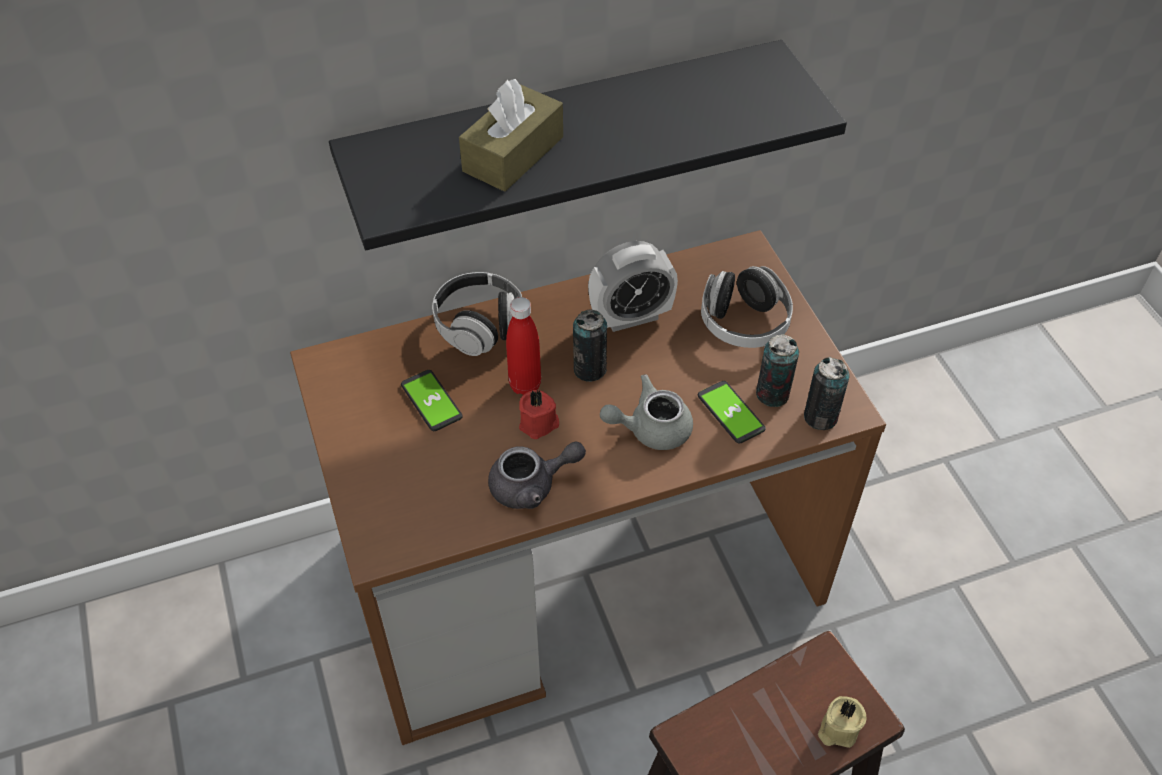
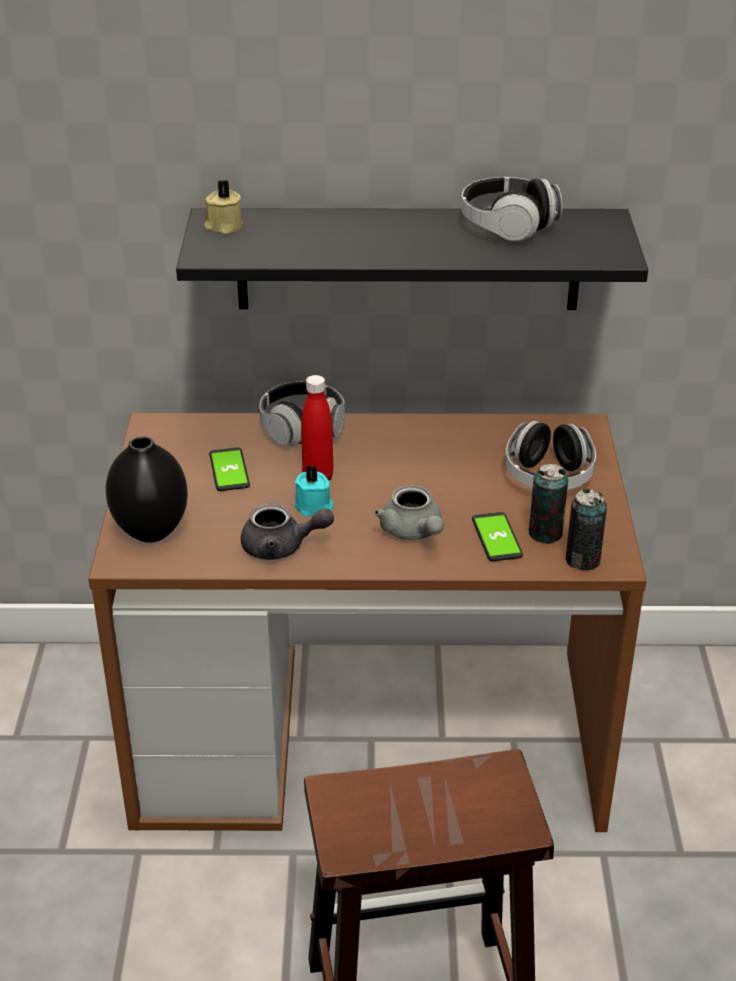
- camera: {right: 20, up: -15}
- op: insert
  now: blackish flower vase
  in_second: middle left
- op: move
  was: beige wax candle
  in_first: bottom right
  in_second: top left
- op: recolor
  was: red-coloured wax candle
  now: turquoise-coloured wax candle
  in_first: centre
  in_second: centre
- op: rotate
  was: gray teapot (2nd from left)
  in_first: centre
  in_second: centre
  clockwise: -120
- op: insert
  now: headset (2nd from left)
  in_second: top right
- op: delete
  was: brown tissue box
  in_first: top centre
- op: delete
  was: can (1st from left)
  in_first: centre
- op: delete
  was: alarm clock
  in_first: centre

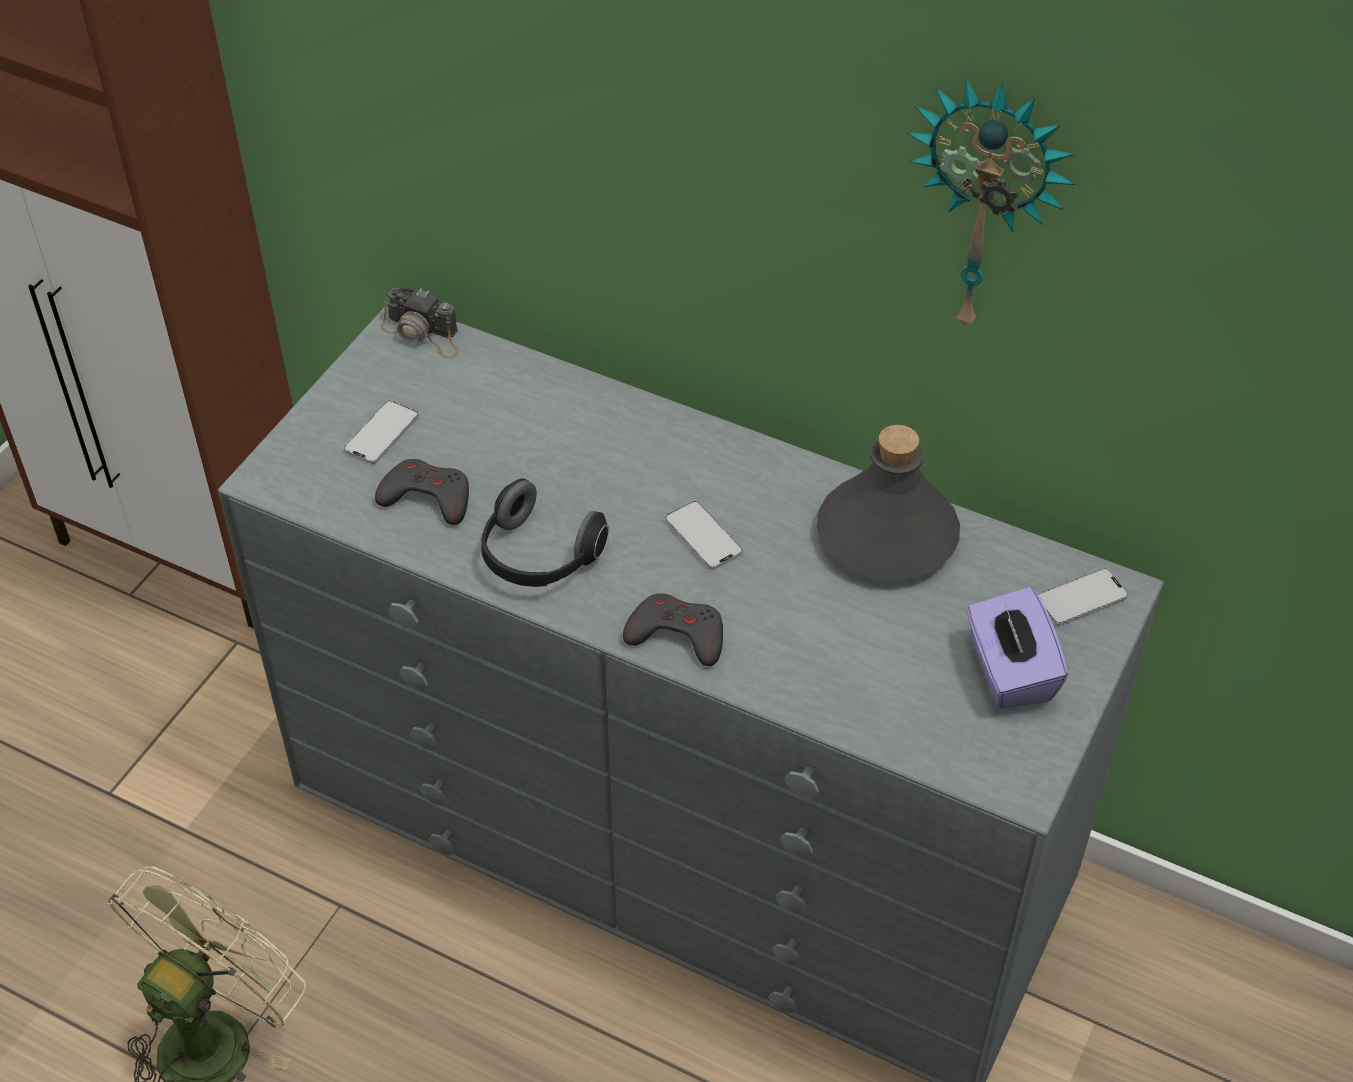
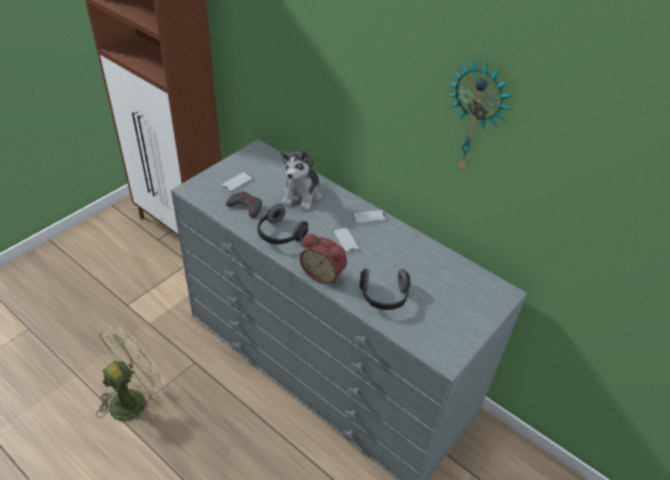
- camera: {right: 10, up: -5}
- op: insert
  now: plush toy
  in_second: centre
- op: replace
  was: gray game controller (2nd from left)
  now: alarm clock
  in_first: centre
  in_second: centre
- op: move
  was: phone (3rd from left)
  in_first: middle right
  in_second: centre
- op: insert
  now: headset (2nd from left)
  in_second: centre
- op: delete
  was: photo camera
  in_first: top left
- op: delete
  was: gray drink bottle
  in_first: centre
- op: delete
  was: purplish tissue box
  in_first: middle right

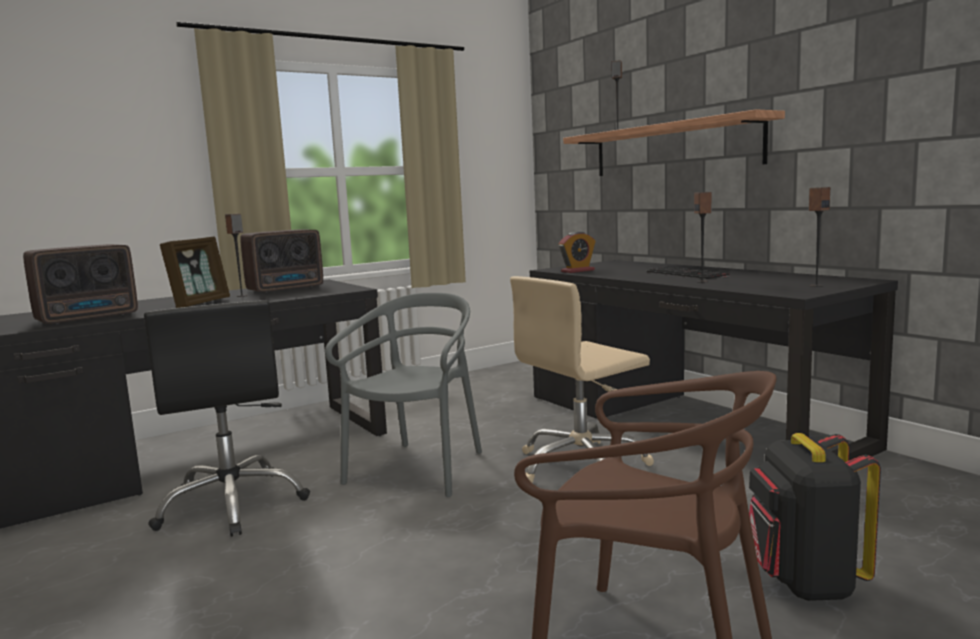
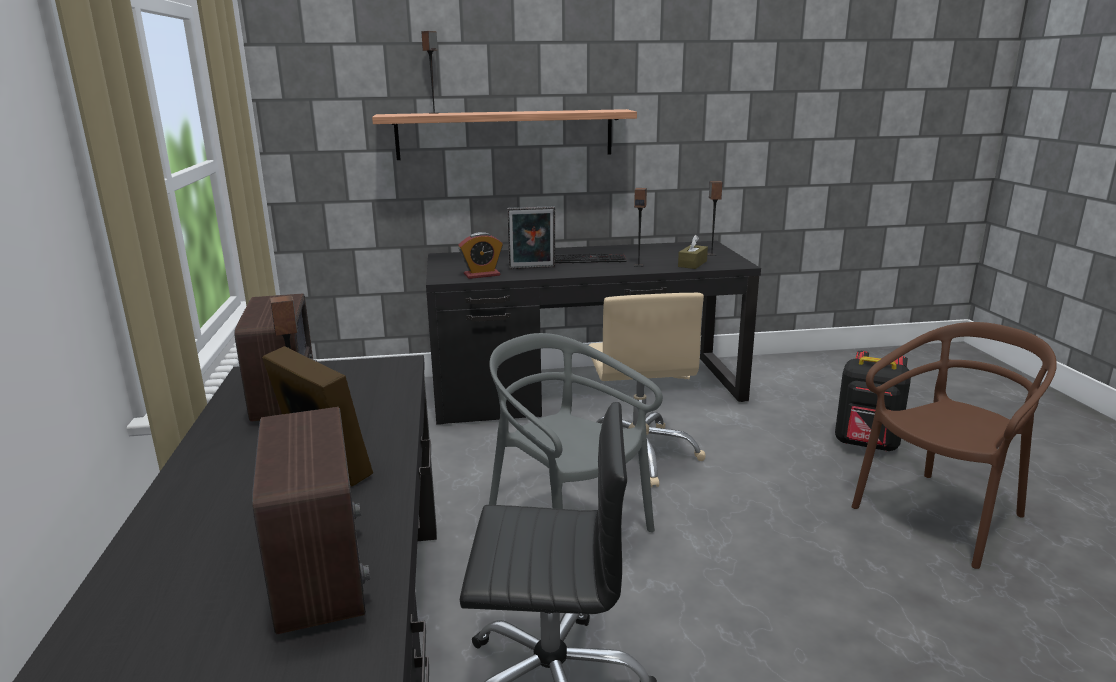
- camera: {right: -65, up: 10}
- op: rotate
  was: alarm clock
  in_first: centre
  in_second: centre
  clockwise: 75
- op: insert
  now: picture frame (2nd from left)
  in_second: centre
- op: insert
  now: brown tissue box
  in_second: centre

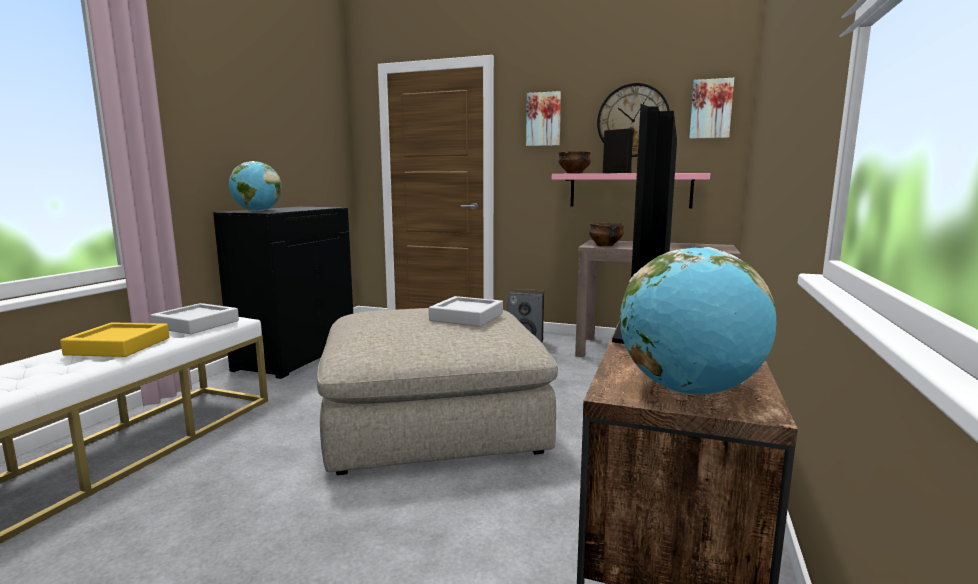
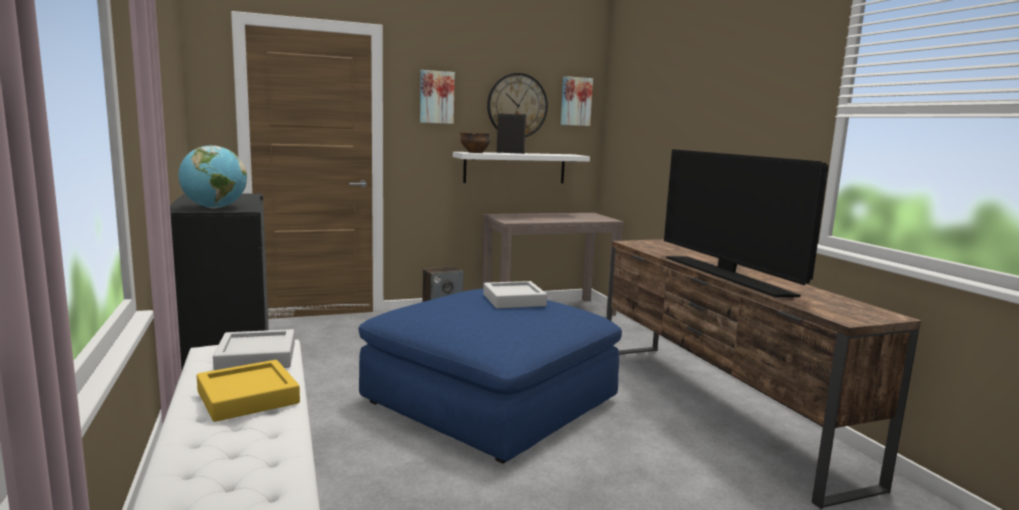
- camera: {right: -40, up: 0}
- op: recolor
  was: beige footrest
  now: blue footrest
  in_first: bottom centre
  in_second: bottom centre
- op: recolor
  was: pinkish bracket shelf
  now: white bracket shelf
  in_first: top centre
  in_second: top centre
- op: delete
  was: bowl (2nd from left)
  in_first: centre
- op: delete
  was: globe (2nd from left)
  in_first: middle right

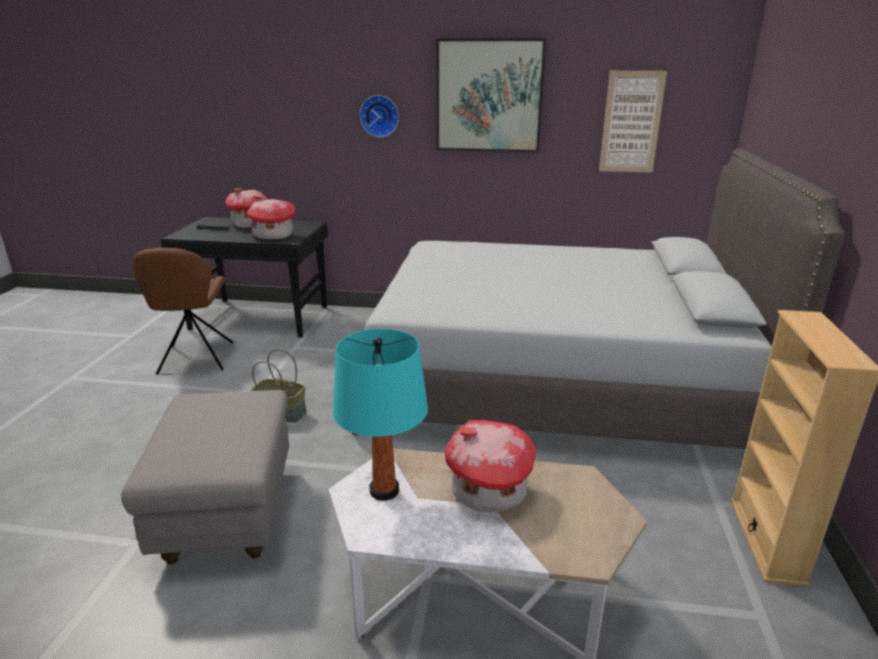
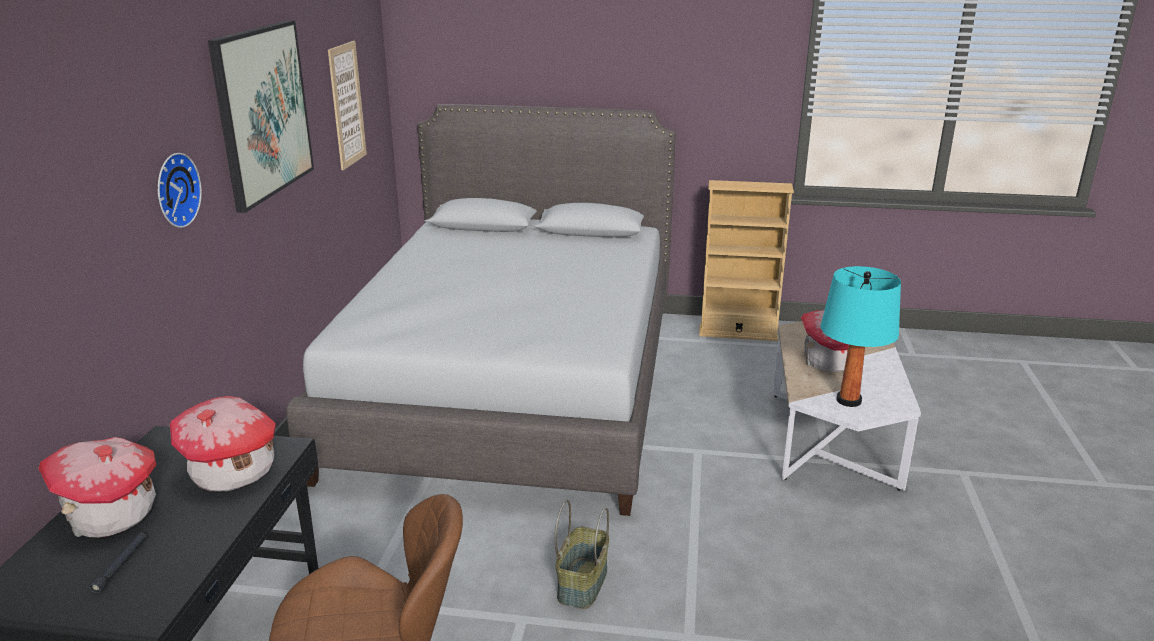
- camera: {right: -90, up: 0}
- op: delete
  was: gray footrest
  in_first: bottom left

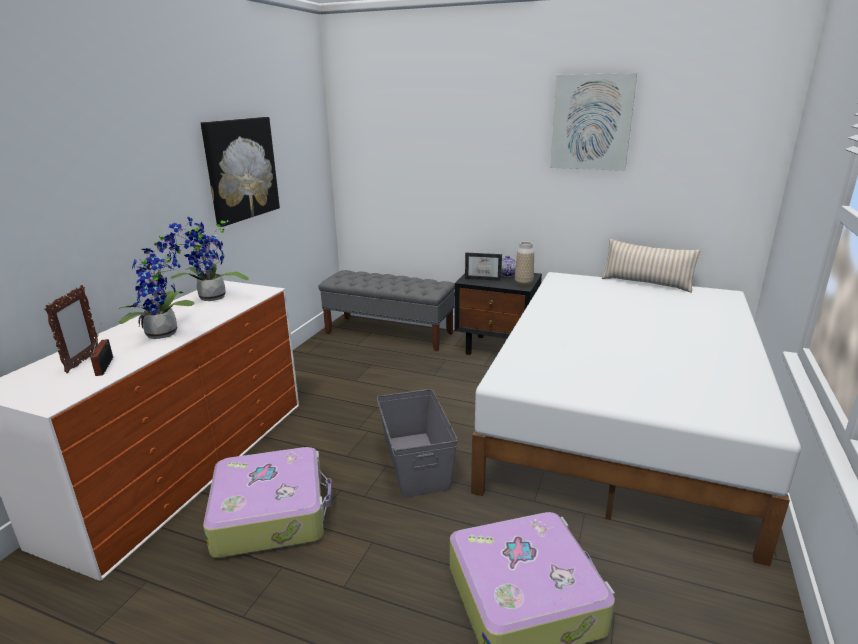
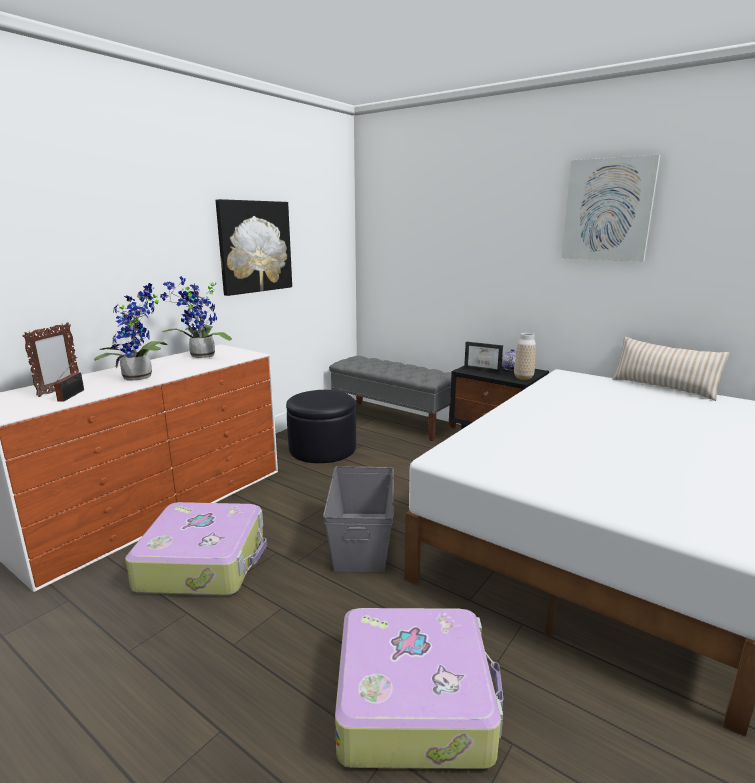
- camera: {right: 15, up: -5}
- op: insert
  now: blackish footrest
  in_second: centre

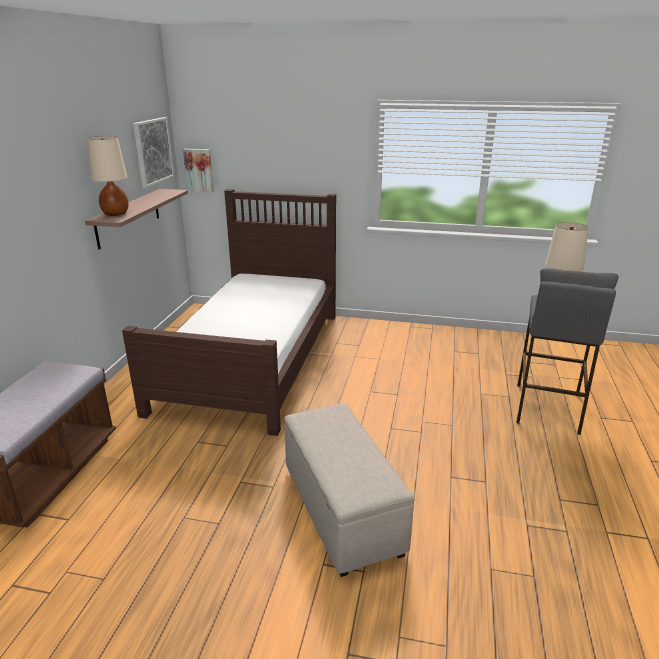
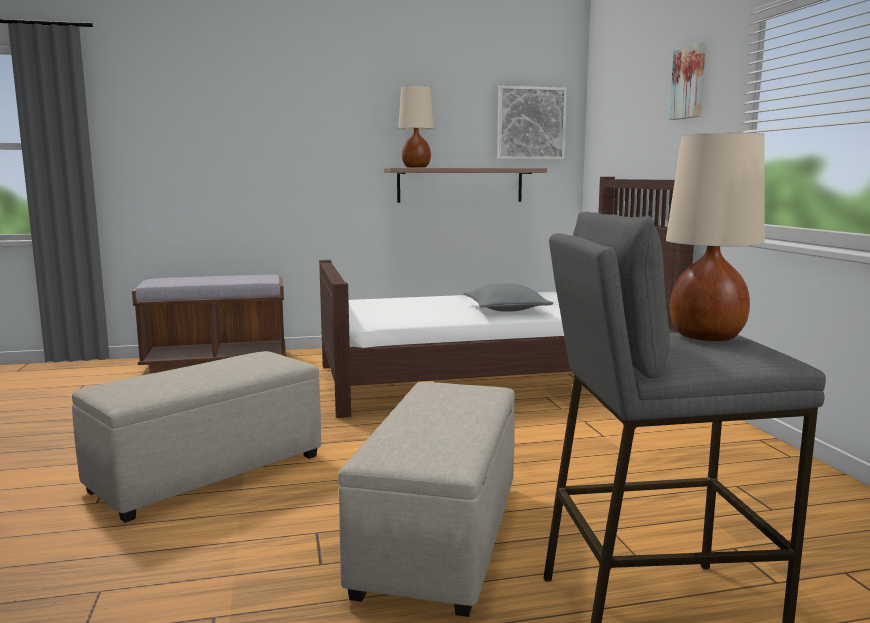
- camera: {right: 65, up: -15}
- op: insert
  now: beige footrest (2nd from left)
  in_second: bottom centre
- op: insert
  now: gray cushion
  in_second: centre
- op: move
  was: wall art (2nd from left)
  in_first: top left
  in_second: top right

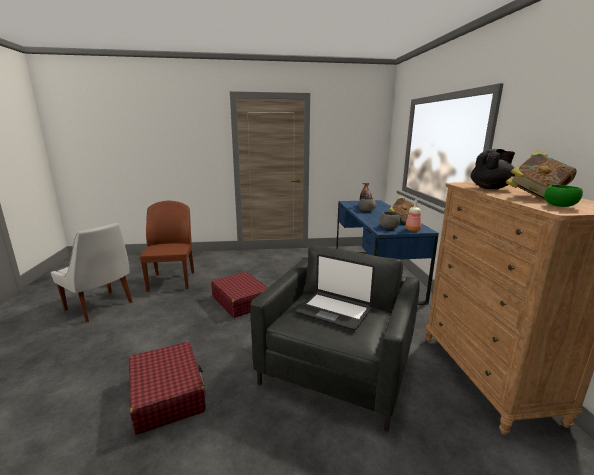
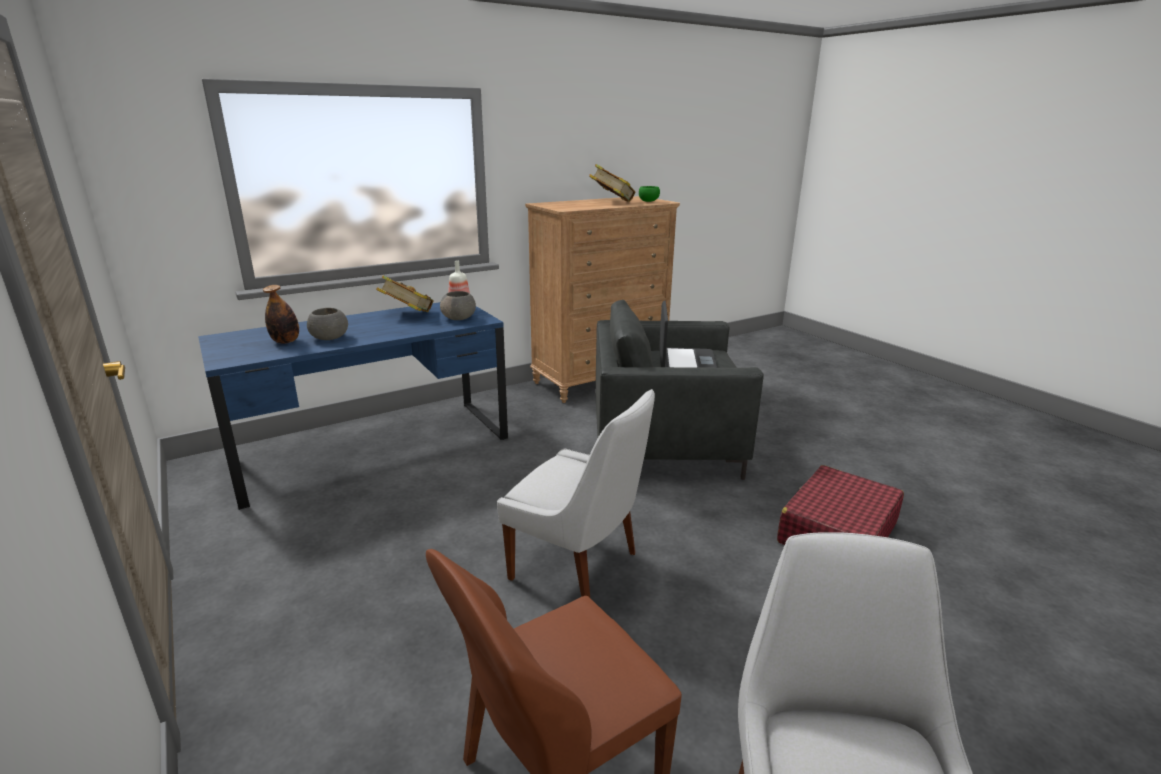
- camera: {right: -115, up: 5}
- op: replace
  was: red-coloured travel case (2nd from left)
  now: white chair (1st from left)
  in_first: centre
  in_second: centre
- op: delete
  was: blackish teapot
  in_first: middle right

